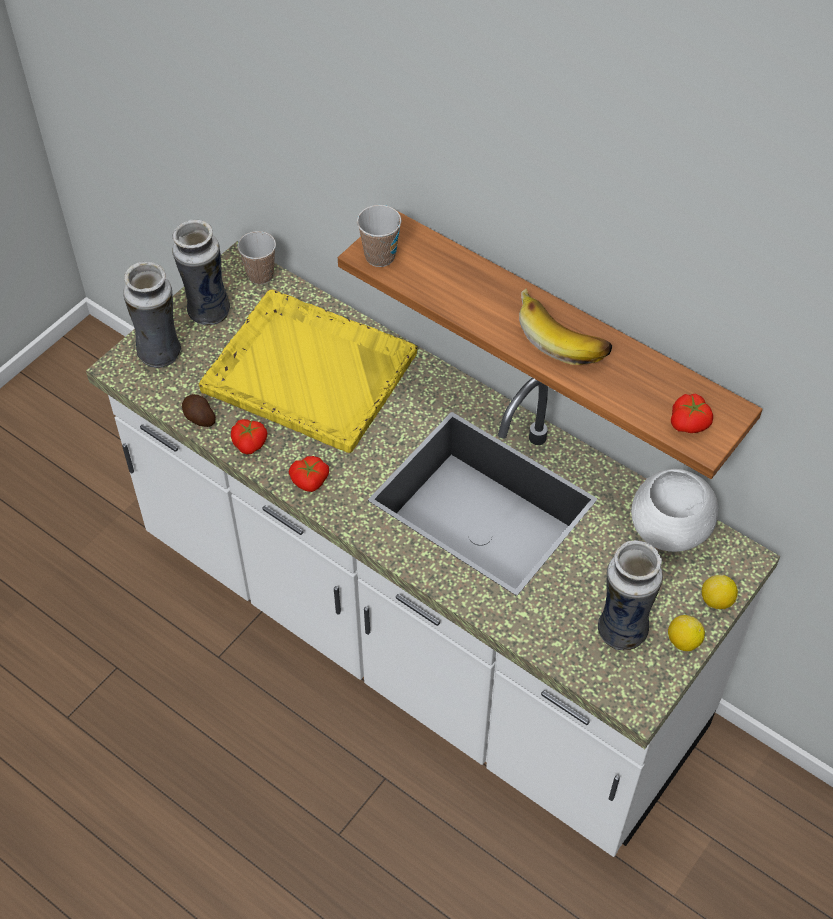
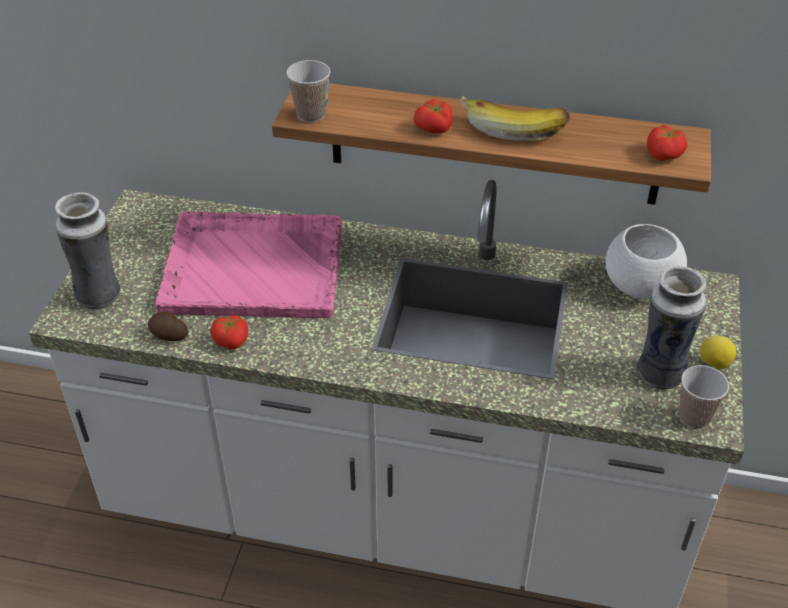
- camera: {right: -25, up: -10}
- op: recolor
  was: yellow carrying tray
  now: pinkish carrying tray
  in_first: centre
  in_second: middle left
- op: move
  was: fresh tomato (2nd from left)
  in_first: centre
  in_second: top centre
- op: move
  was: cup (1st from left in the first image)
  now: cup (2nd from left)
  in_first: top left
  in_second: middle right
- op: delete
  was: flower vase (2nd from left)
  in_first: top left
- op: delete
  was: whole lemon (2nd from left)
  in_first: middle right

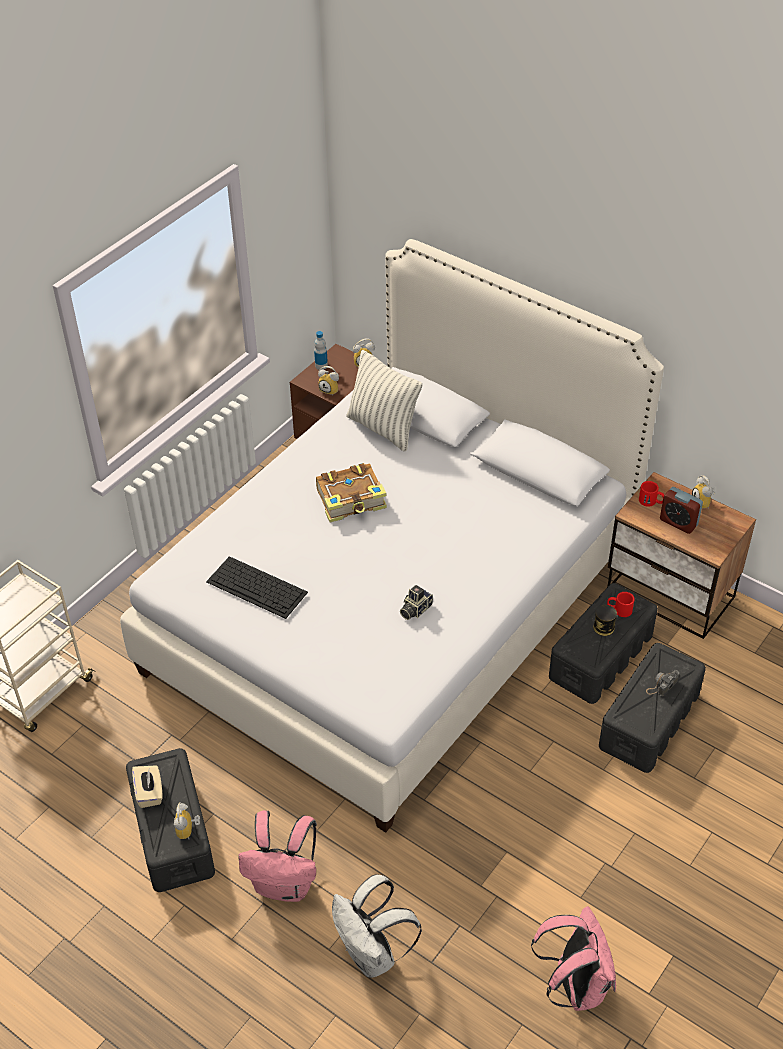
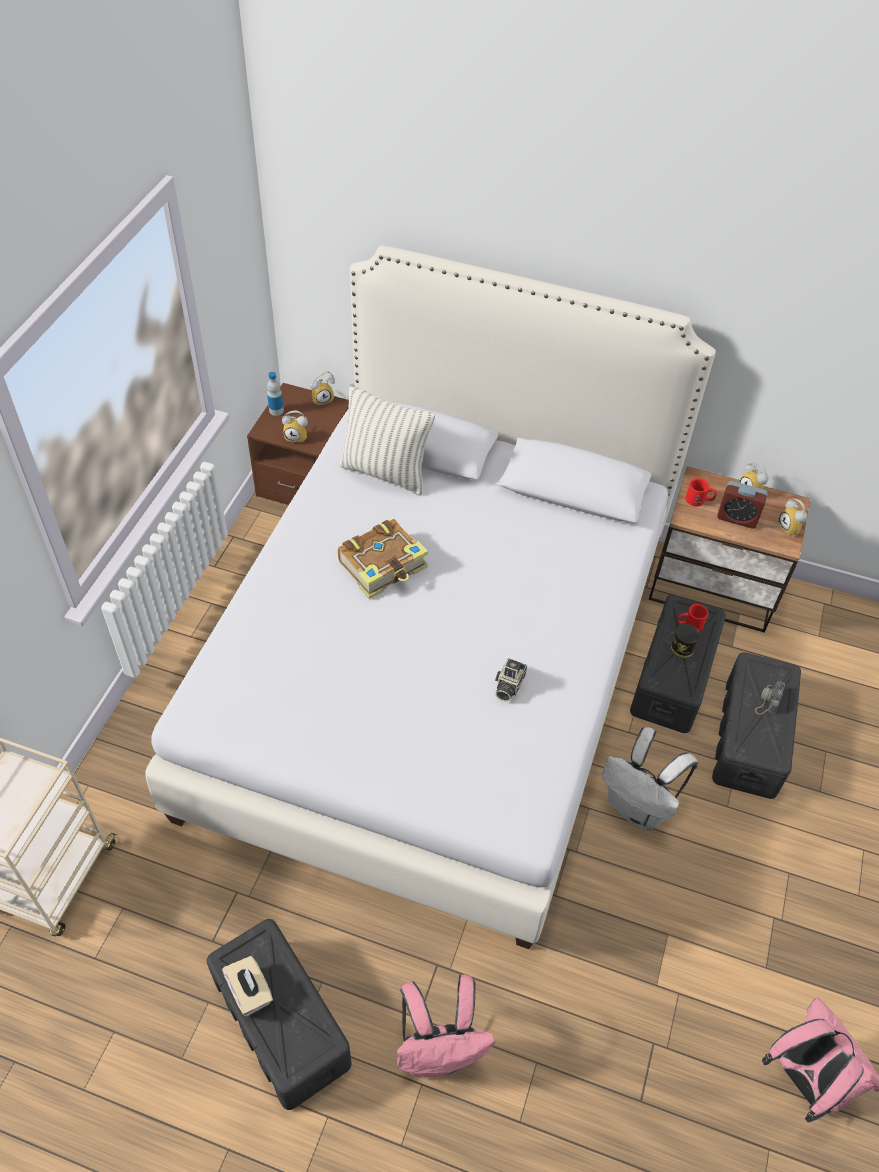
- camera: {right: -20, up: 5}
- op: move
  was: white knapsack
  in_first: bottom centre
  in_second: middle right
- op: move
  was: alarm clock (1st from left in the first image)
  now: alarm clock (5th from left)
  in_first: bottom left
  in_second: middle right
- op: delete
  was: computer keyboard
  in_first: middle left

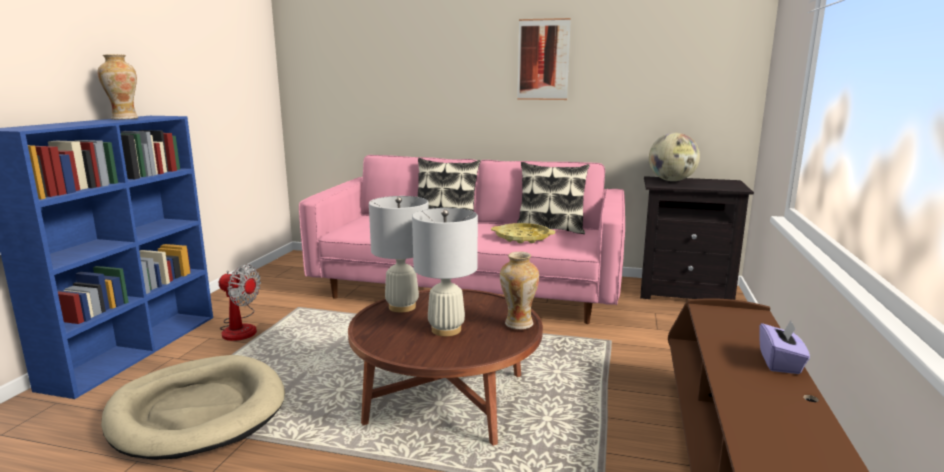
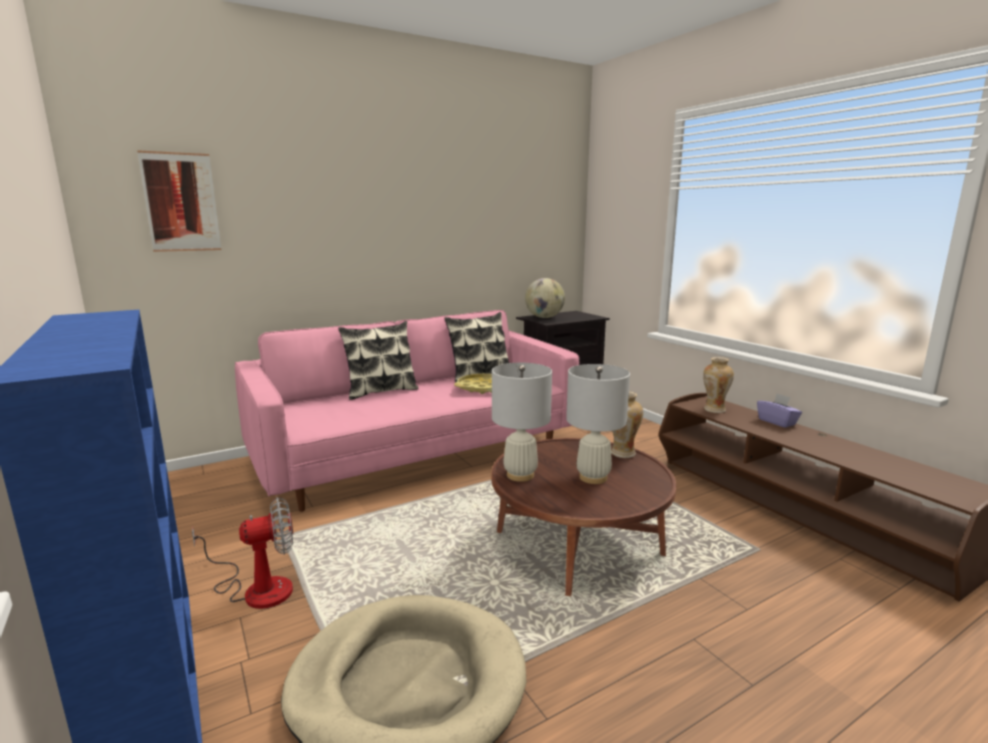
- camera: {right: -45, up: 0}
- op: move
  was: wall art
  in_first: top centre
  in_second: top left
- op: move
  was: flower vase (1st from left in the first image)
  now: flower vase (2nd from left)
  in_first: top left
  in_second: middle right

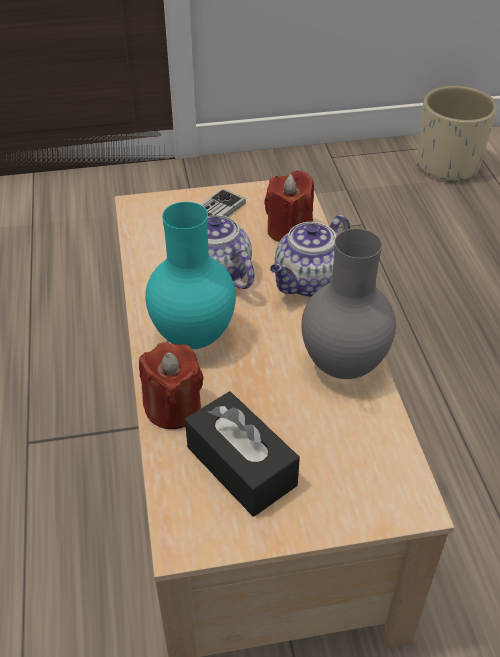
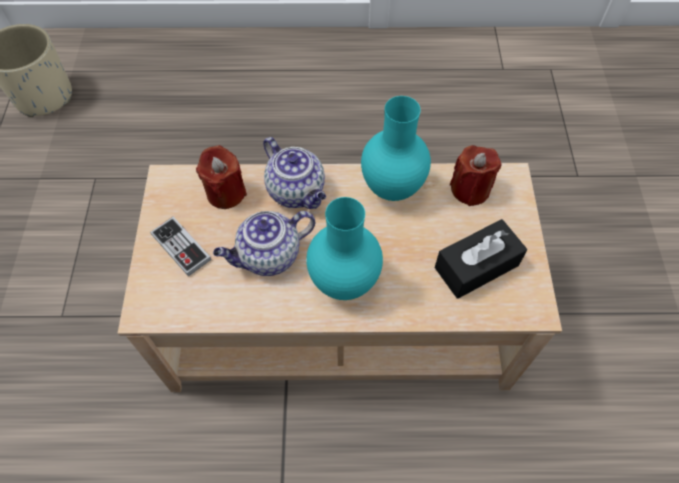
- camera: {right: -80, up: 15}
- op: recolor
  was: gray flower vase
  now: turquoise-coloured flower vase (2nd from left)
  in_first: middle right
  in_second: top centre
- op: move
  was: red-coloured wax candle (1st from left in the first image)
  now: red-coloured wax candle (2nd from left)
  in_first: centre
  in_second: middle right

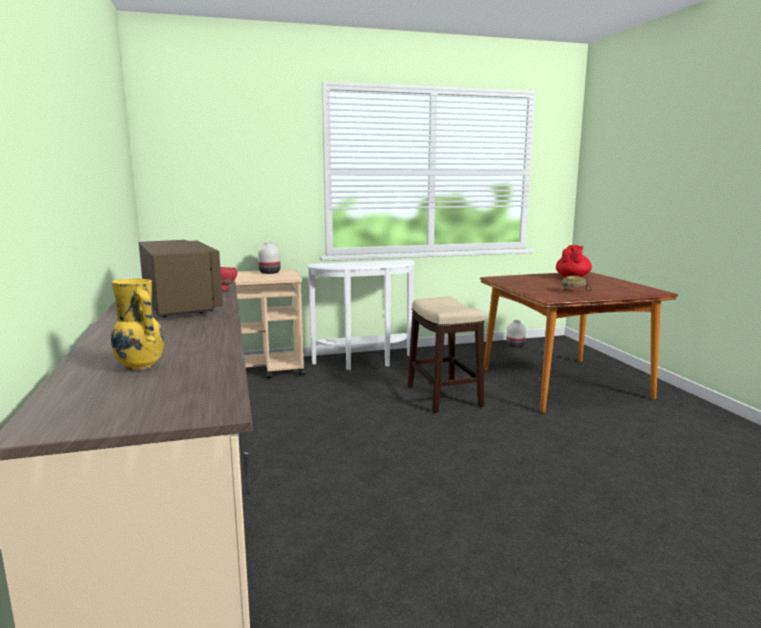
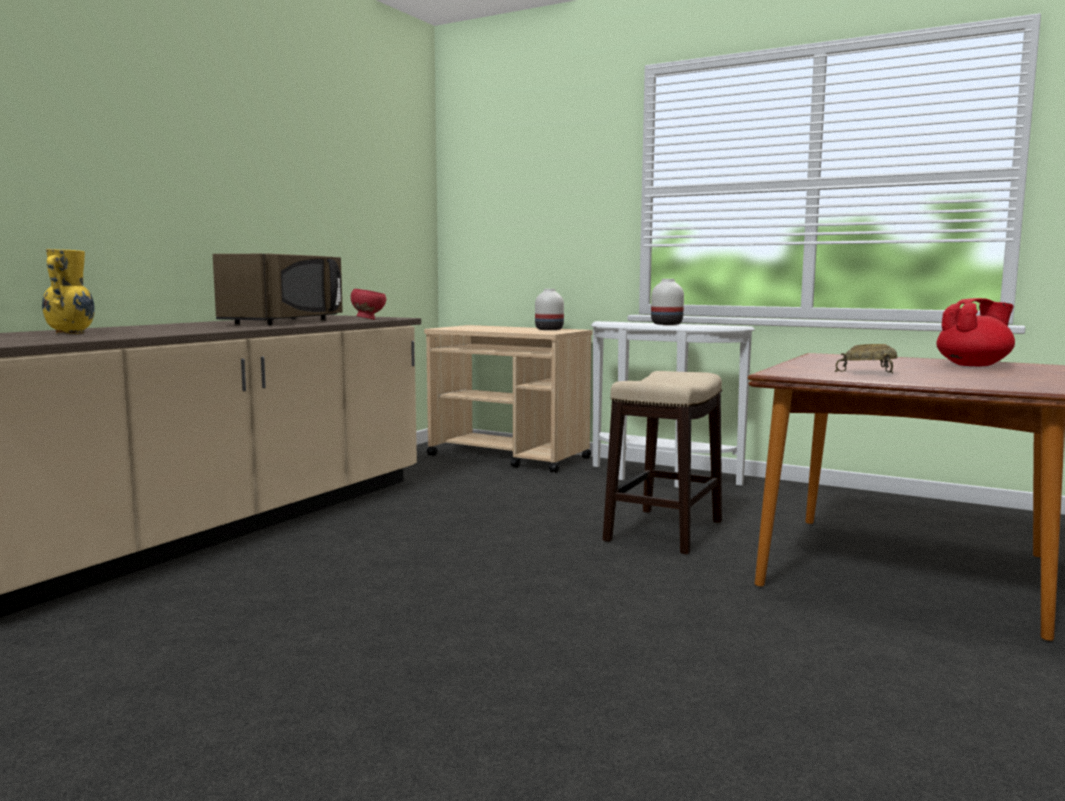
- camera: {right: 45, up: -5}
- op: move
  was: white flower vase (2nd from left)
  in_first: middle right
  in_second: centre

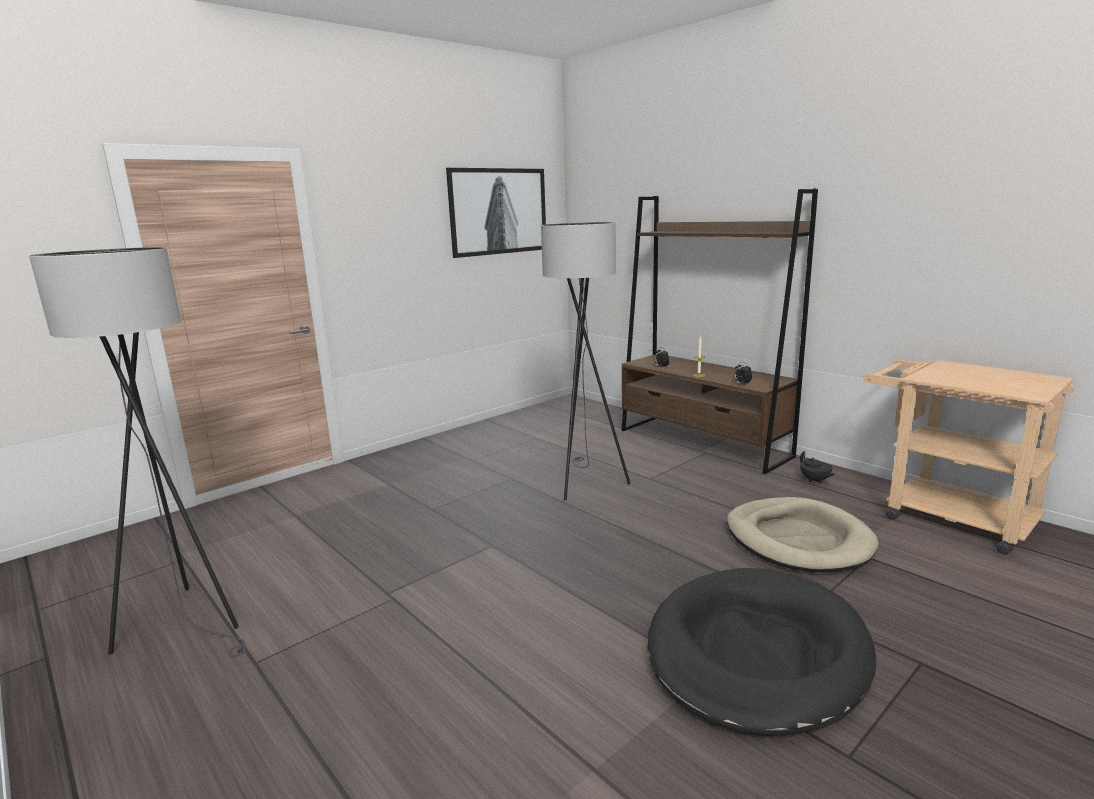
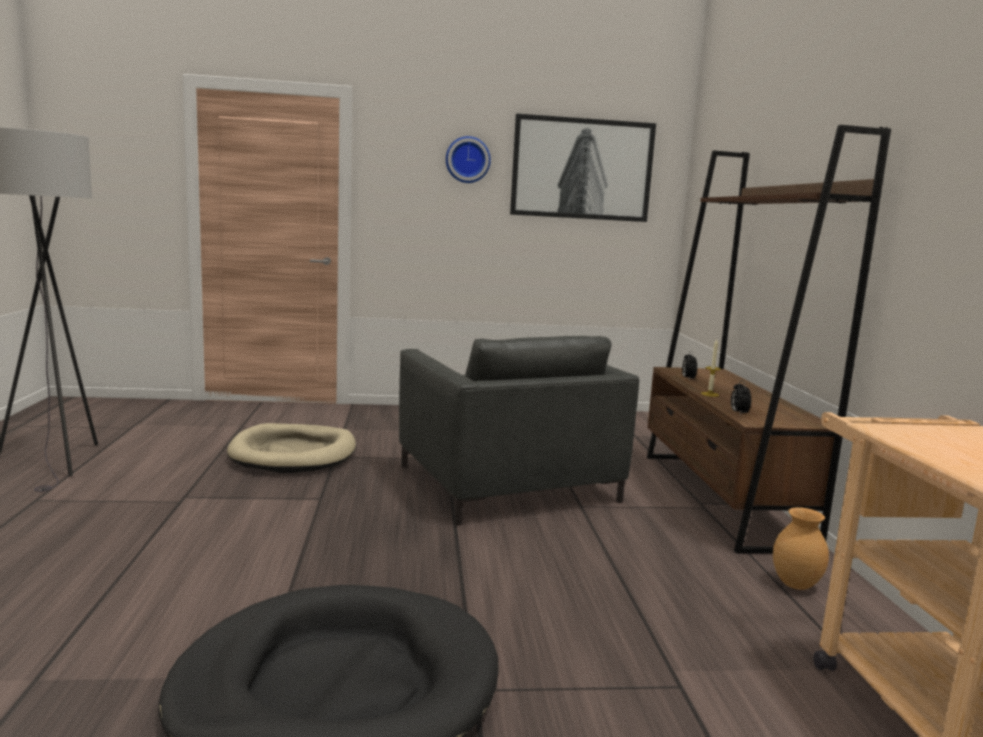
- camera: {right: 35, up: -5}
- op: move
  was: beige dog bed
  in_first: bottom right
  in_second: middle left
- op: replace
  was: gray floor lamp (2nd from left)
  now: gray lounge chair
  in_first: centre
  in_second: centre
- op: insert
  now: hanging clock
  in_second: top centre
- op: replace
  was: blackish teapot
  now: brown flower vase
  in_first: middle right
  in_second: bottom right

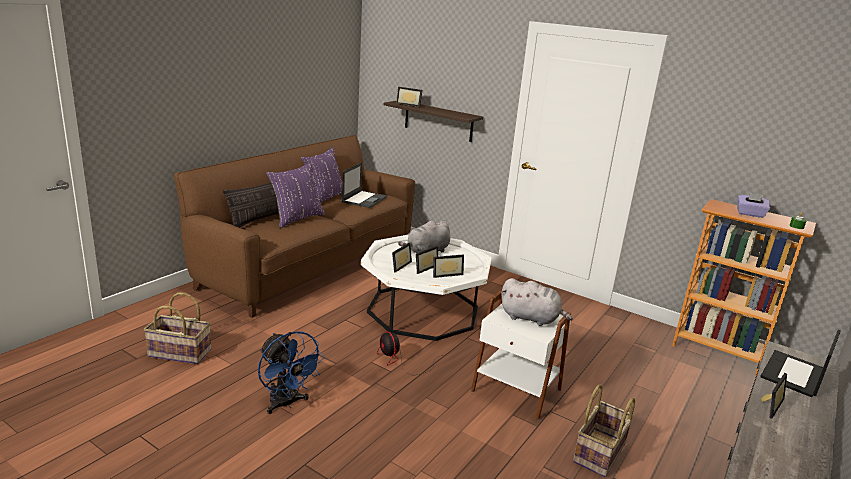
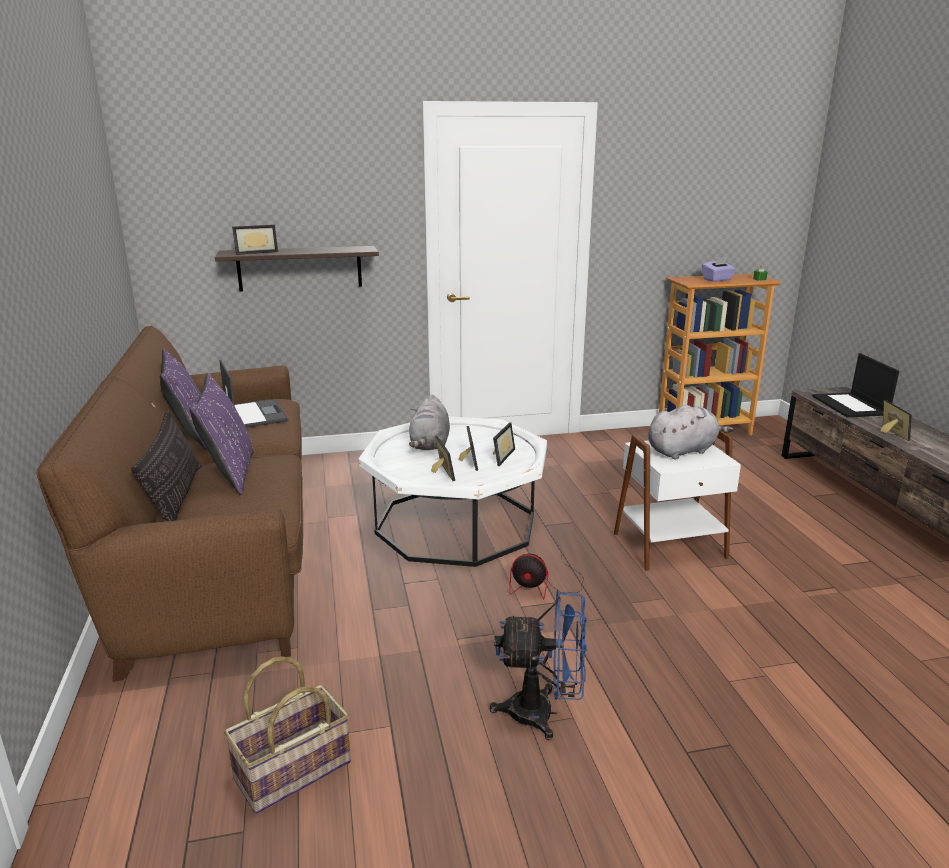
- camera: {right: -45, up: 0}
- op: delete
  was: basket (2nd from left)
  in_first: bottom right

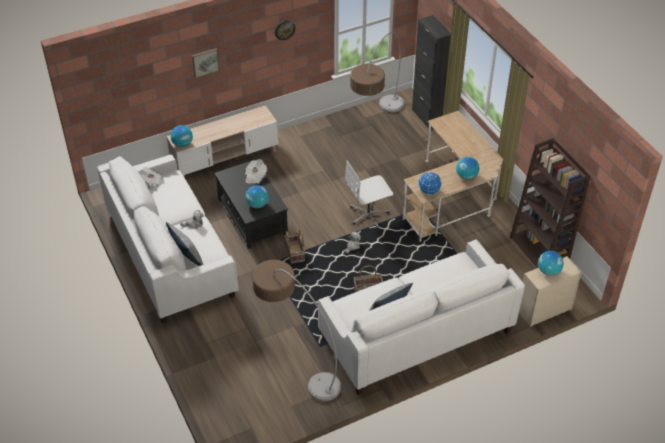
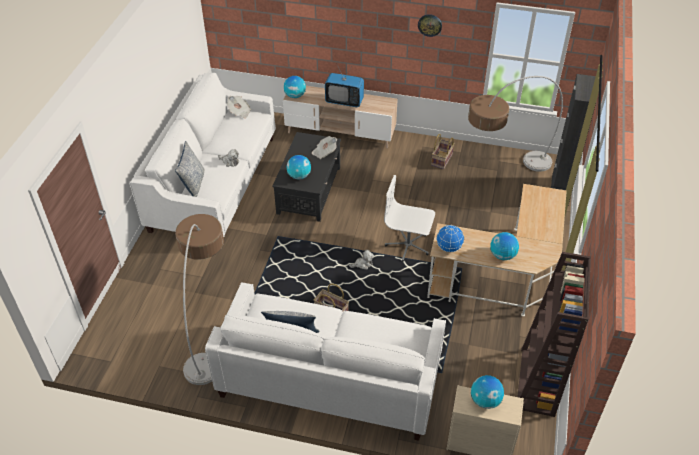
- camera: {right: 40, up: 0}
- op: insert
  now: television
  in_second: top centre
- op: move
  was: basket (1st from left in the first image)
  now: basket (2nd from left)
  in_first: centre
  in_second: top centre
- op: delete
  was: wall art
  in_first: top left

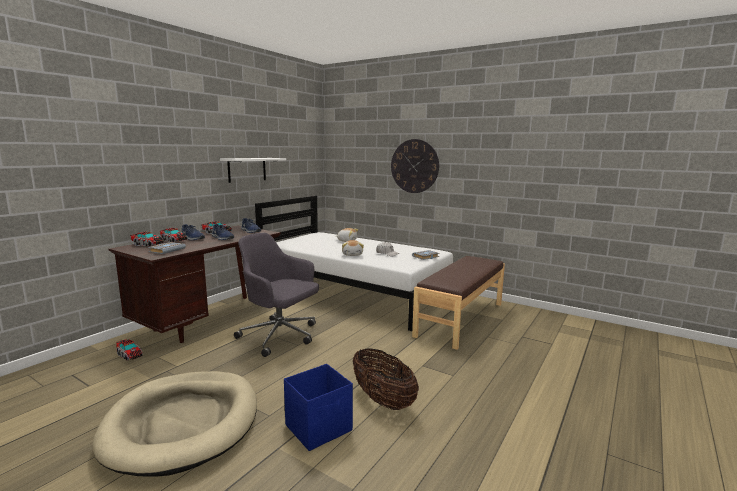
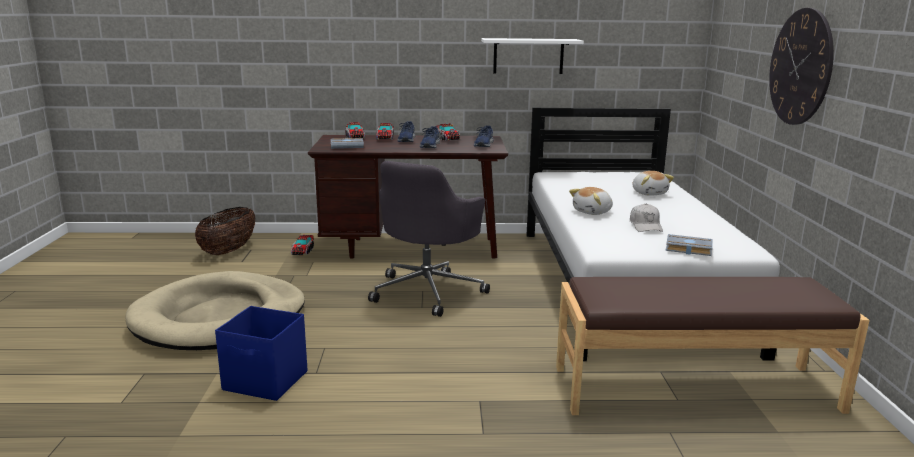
- camera: {right: 55, up: 5}
- op: move
  was: basket
  in_first: bottom centre
  in_second: middle left
- op: rotate
  was: gray desk chair
  in_first: centre
  in_second: centre
  clockwise: -150

